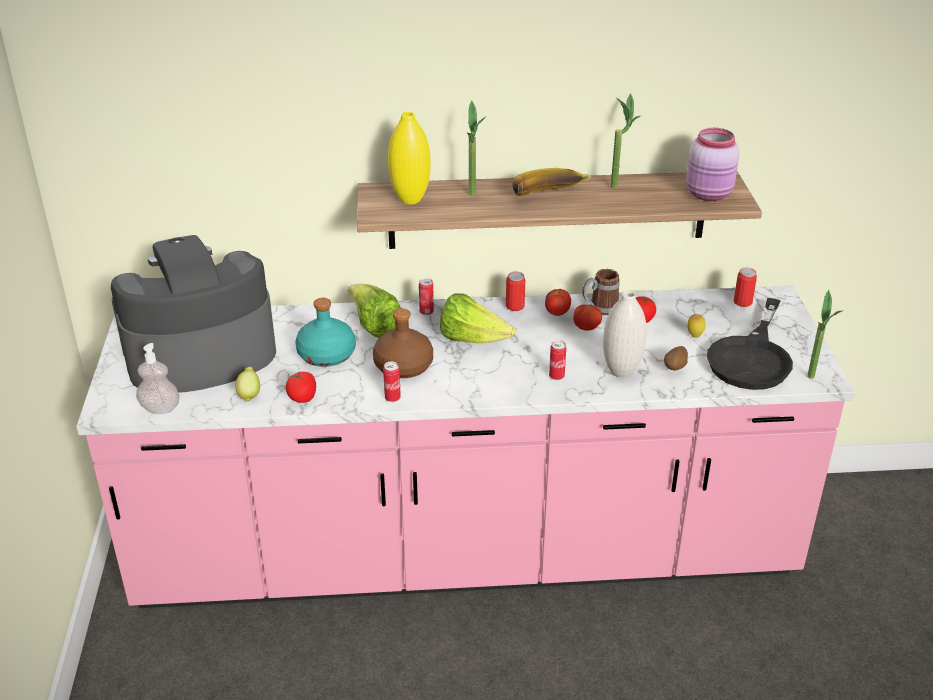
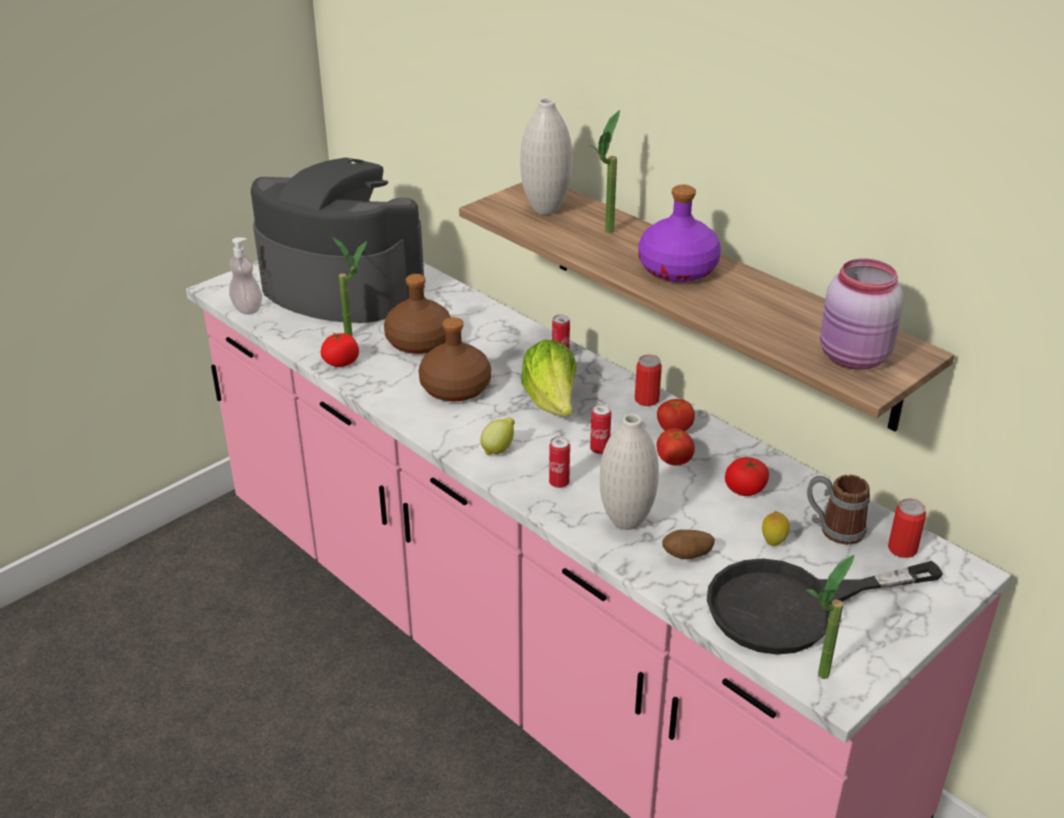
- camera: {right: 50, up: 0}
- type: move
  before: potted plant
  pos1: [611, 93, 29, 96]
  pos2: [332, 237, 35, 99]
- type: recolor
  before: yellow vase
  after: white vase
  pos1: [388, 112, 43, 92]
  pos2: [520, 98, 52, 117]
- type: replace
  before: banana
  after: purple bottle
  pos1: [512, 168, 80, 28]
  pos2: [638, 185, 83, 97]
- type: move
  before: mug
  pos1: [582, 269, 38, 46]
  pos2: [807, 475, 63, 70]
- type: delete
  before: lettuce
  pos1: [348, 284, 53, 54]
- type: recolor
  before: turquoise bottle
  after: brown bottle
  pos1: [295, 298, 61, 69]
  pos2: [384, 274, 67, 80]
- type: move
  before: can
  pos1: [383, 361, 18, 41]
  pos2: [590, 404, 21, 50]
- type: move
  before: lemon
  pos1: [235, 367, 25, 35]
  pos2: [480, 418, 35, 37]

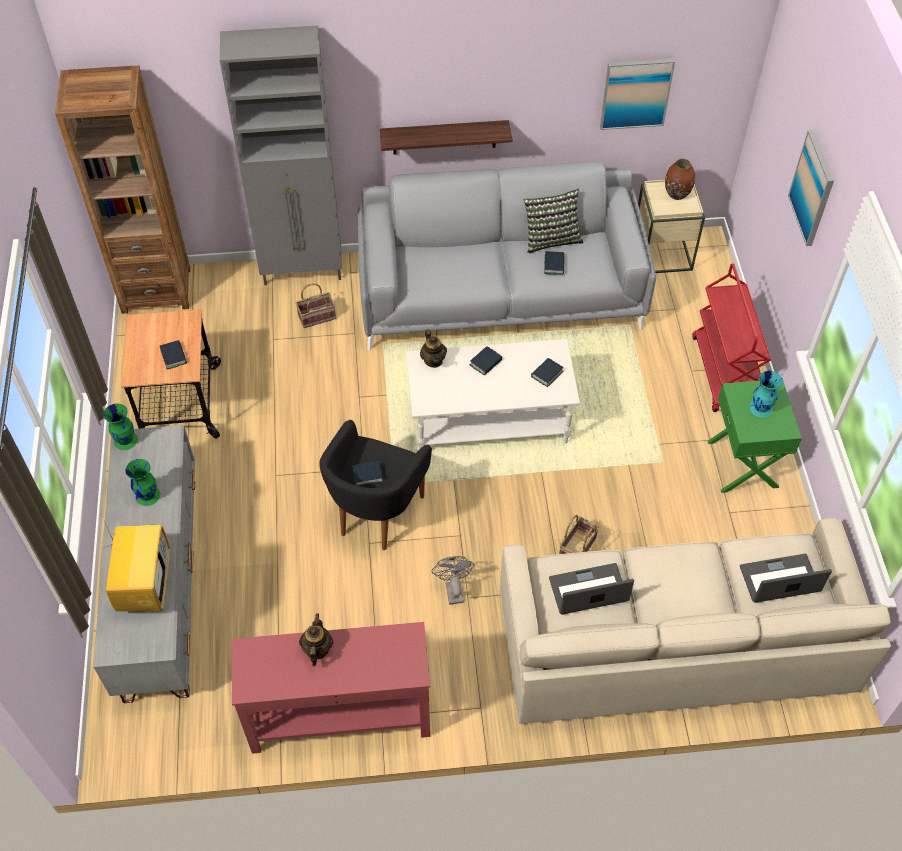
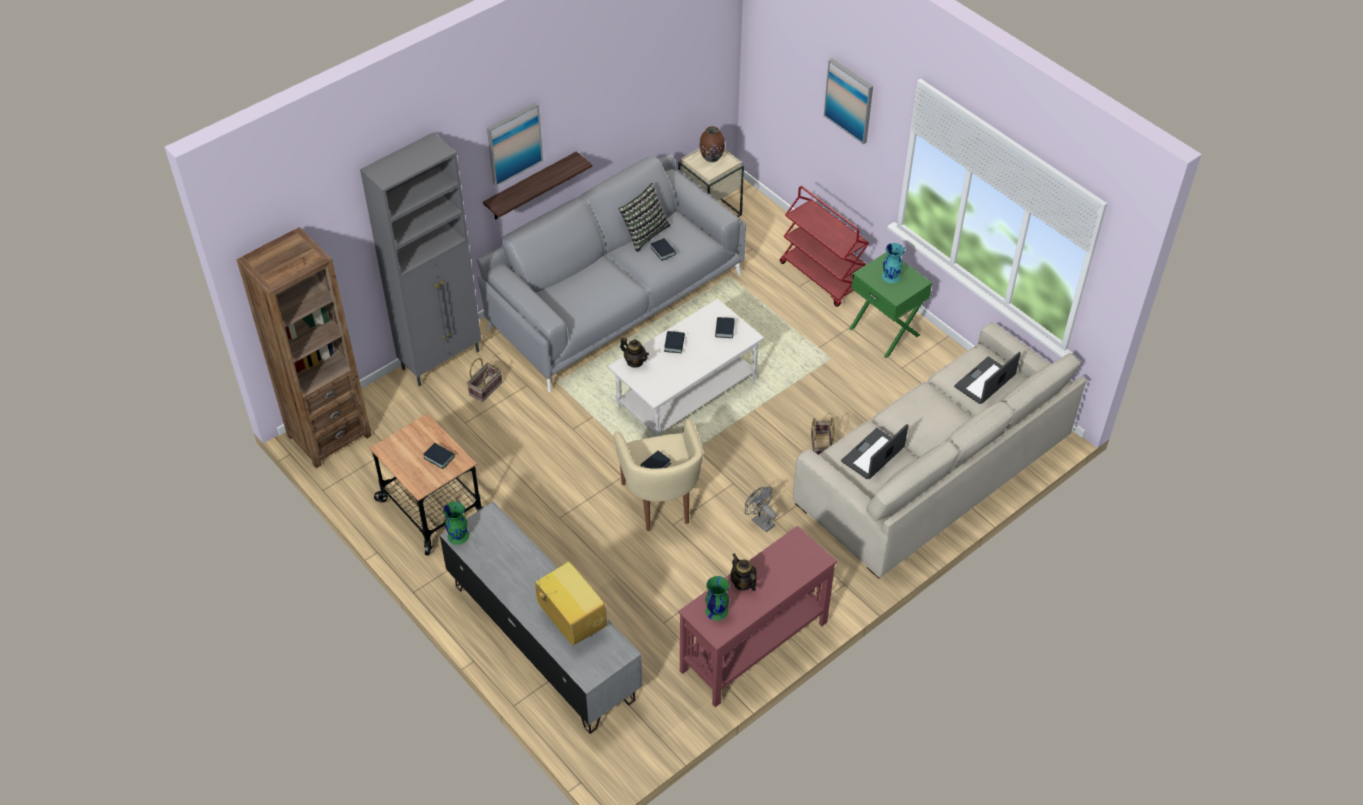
- camera: {right: -35, up: -5}
- type: move
  before: picture
  pos1: [600, 59, 75, 71]
  pos2: [487, 103, 56, 84]
- type: recolor
  before: black armchair
  after: beige armchair
  pos1: [319, 420, 113, 130]
  pos2: [614, 419, 89, 112]
- type: move
  before: green vase
  pos1: [125, 459, 35, 47]
  pos2: [706, 576, 23, 45]

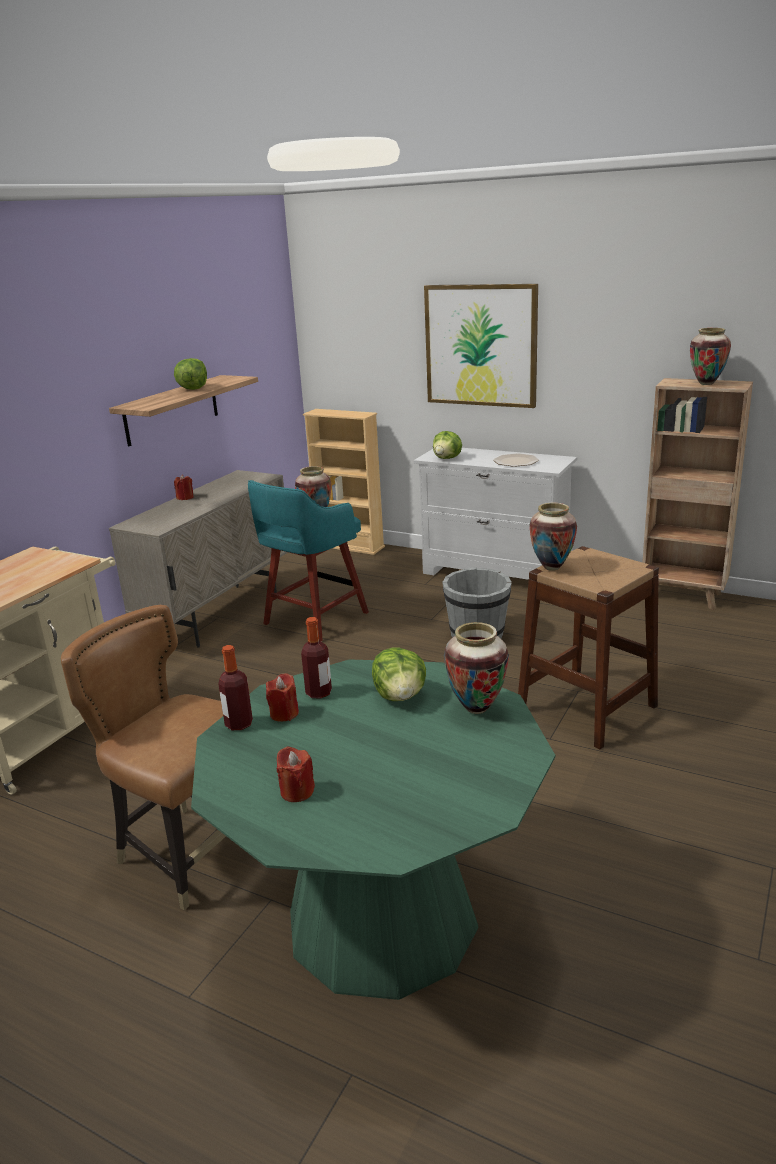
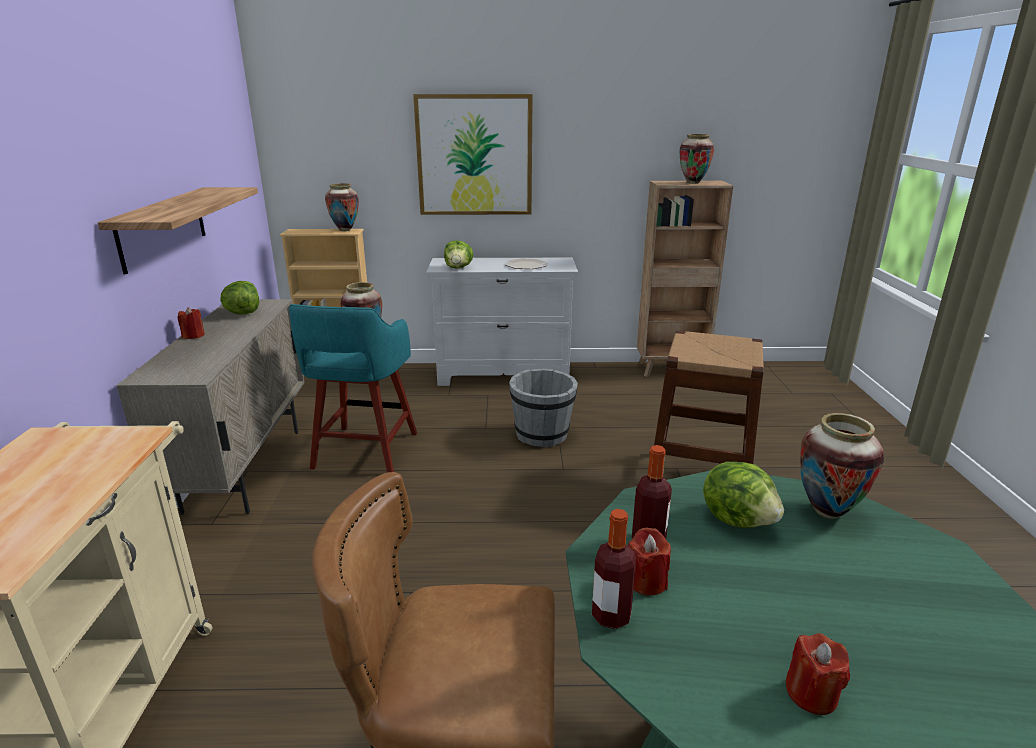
- camera: {right: -30, up: 0}
- type: move
  before: lettuce
  pos1: [174, 358, 33, 32]
  pos2: [220, 281, 39, 33]
- type: move
  before: vase
  pos1: [529, 503, 48, 68]
  pos2: [325, 183, 34, 48]

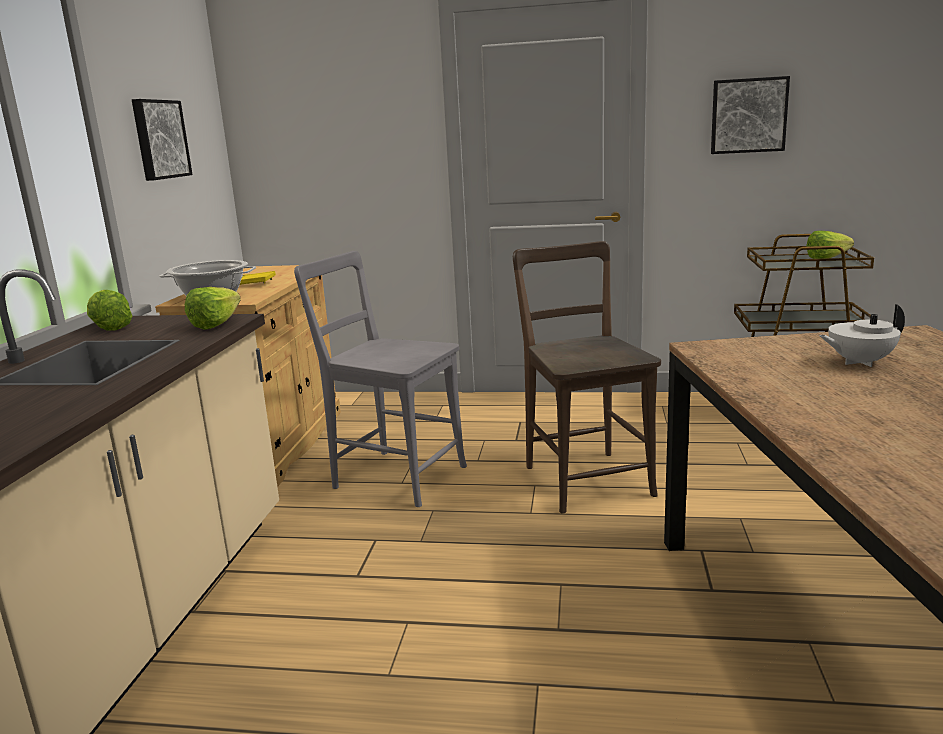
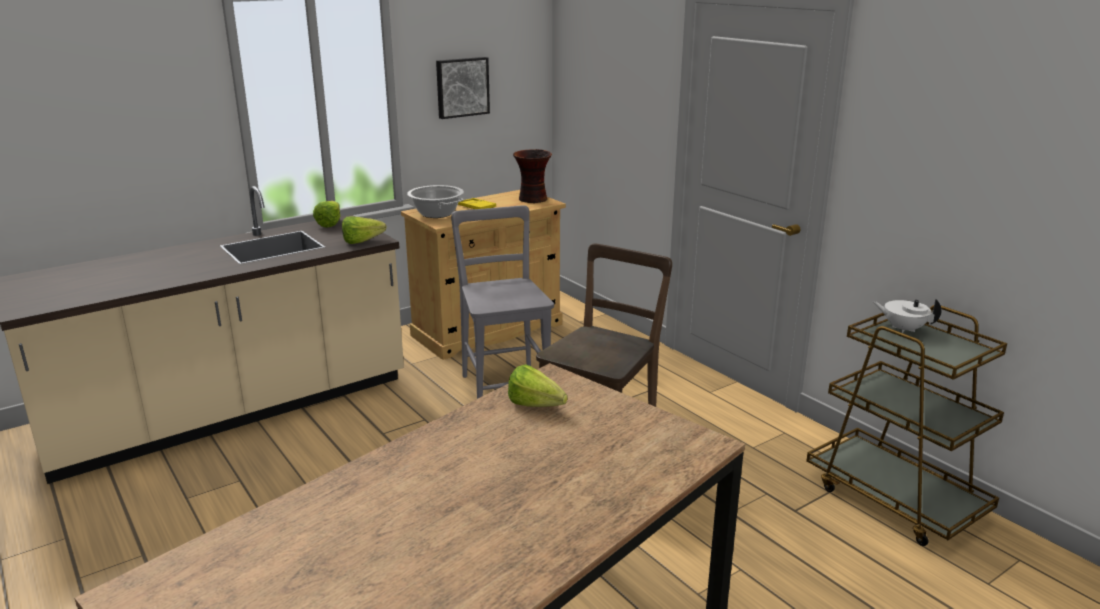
- camera: {right: 45, up: 5}
- type: delete
  before: picture
  pos1: [711, 76, 79, 78]
- type: move
  before: lettuce
  pos1: [807, 231, 47, 28]
  pos2: [508, 364, 59, 43]
- type: move
  before: white teapot
  pos1: [819, 304, 86, 63]
  pos2: [872, 299, 70, 34]
- type: insert
  after: vase
  pos2: [513, 149, 39, 54]

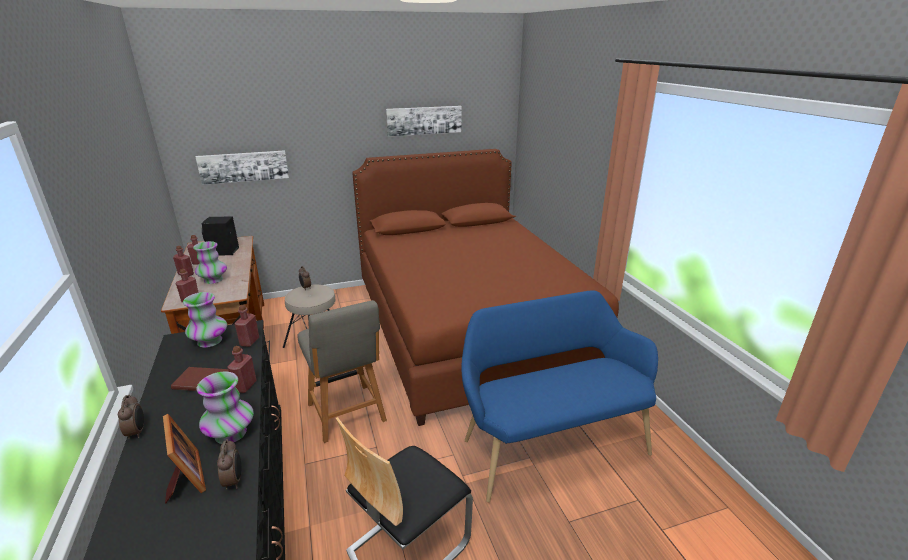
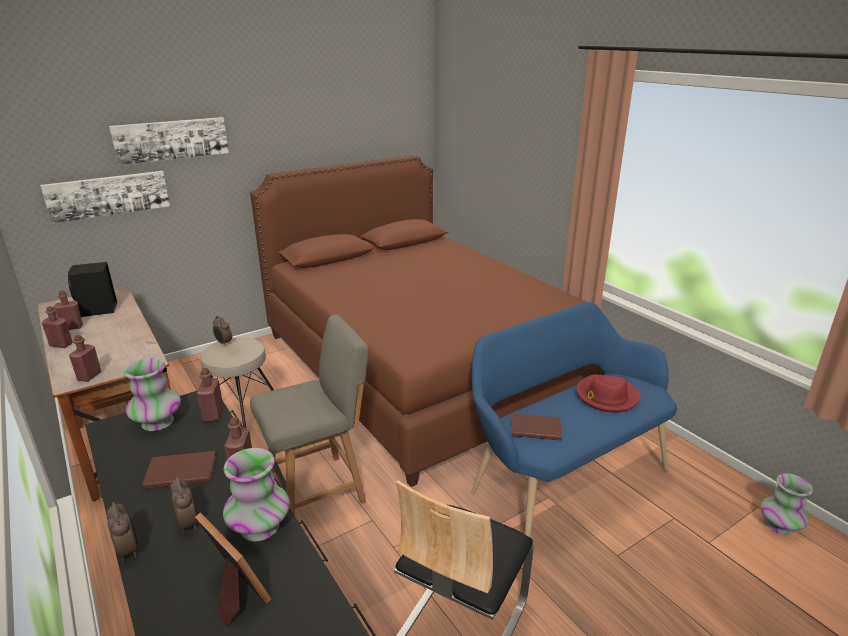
- camera: {right: -15, up: 0}
- type: move
  before: picture
  pos1: [386, 106, 76, 30]
  pos2: [109, 117, 120, 48]
- type: move
  before: vase
  pos1: [193, 241, 34, 43]
  pos2: [760, 473, 53, 62]
- type: rotate
  before: grey chair
  pos1: [297, 300, 90, 143]
  pos2: [250, 315, 119, 201]
  turn: -75
- type: move
  before: alarm clock
  pos1: [217, 439, 24, 51]
  pos2: [170, 477, 28, 56]
- type: insert
  after: red hat
  pos2: [576, 374, 65, 38]
- type: insert
  after: brown book
  pos2: [512, 413, 50, 28]

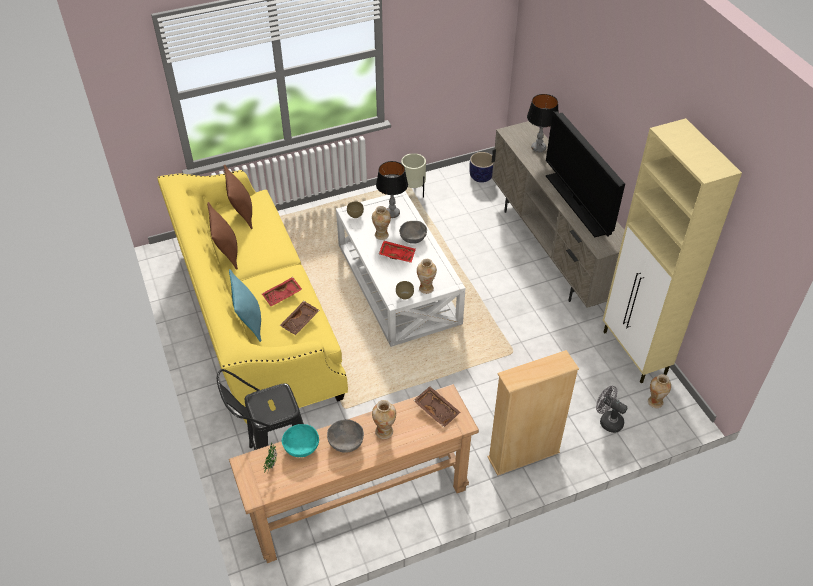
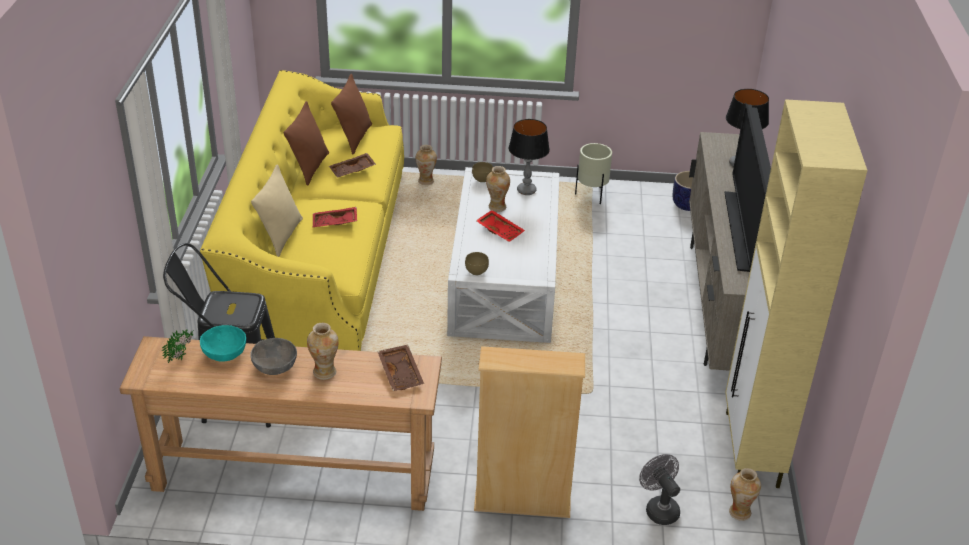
- camera: {right: 25, up: -10}
- type: delete
  before: grey bowl
  pos1: [399, 221, 28, 23]
- type: move
  before: vase
  pos1: [417, 259, 20, 35]
  pos2: [416, 145, 21, 40]
- type: recolor
  before: turquoise pillow
  after: beige pillow
  pos1: [229, 270, 32, 72]
  pos2: [251, 164, 52, 93]
- type: move
  before: brown tray
  pos1: [279, 301, 40, 34]
  pos2: [329, 153, 47, 25]

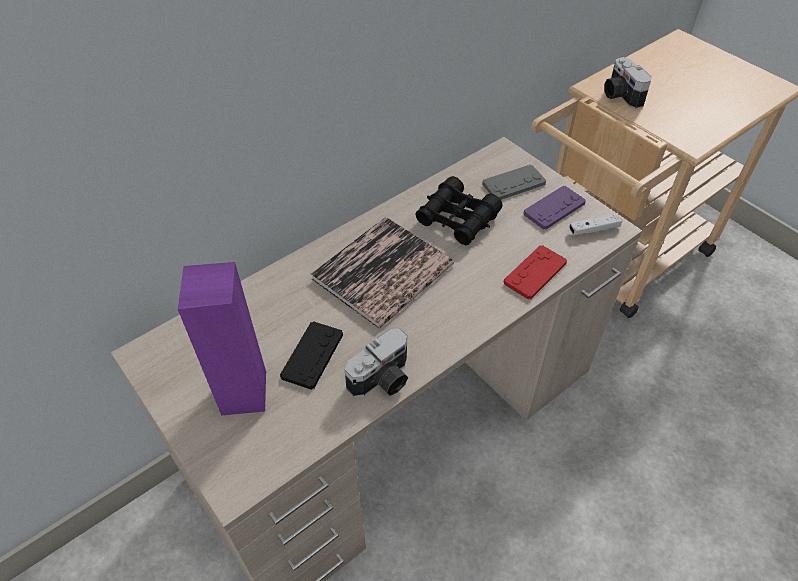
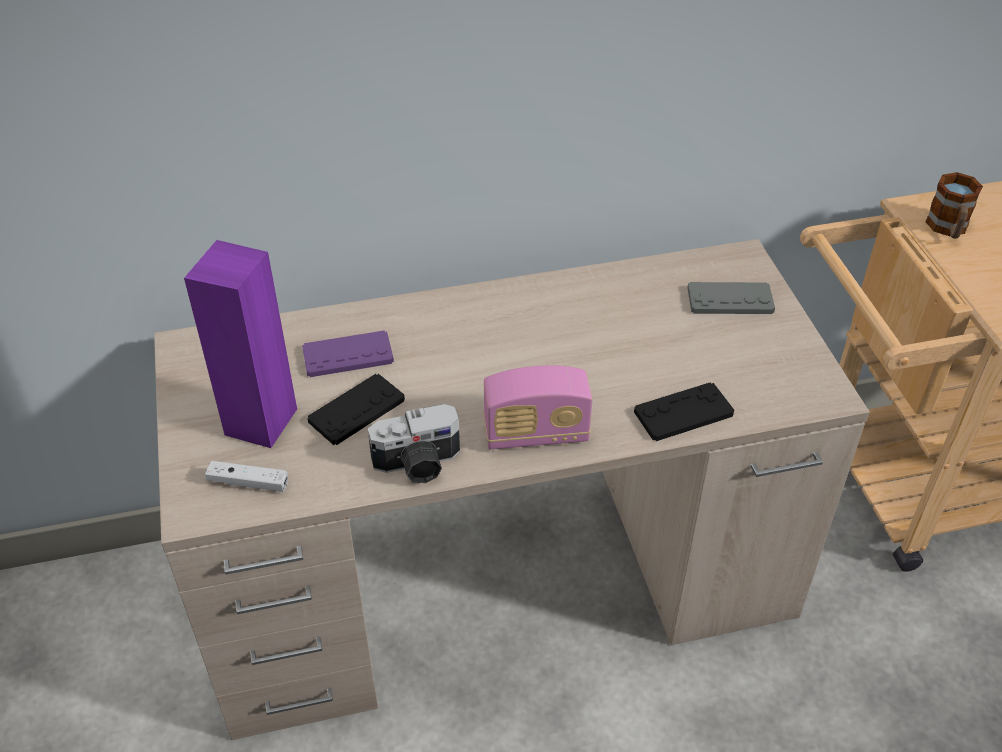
- camera: {right: 25, up: -5}
- type: replace
  before: photo camera
  after: mug
  pos1: [604, 57, 48, 52]
  pos2: [925, 172, 58, 67]
- type: delete
  before: black binoculars
  pos1: [415, 176, 88, 69]
- type: move
  before: purple game controller
  pos1: [523, 186, 63, 44]
  pos2: [302, 330, 92, 47]
- type: move
  before: white game controller
  pos1: [569, 213, 53, 22]
  pos2: [205, 461, 83, 31]
- type: delete
  before: book
  pos1: [311, 217, 143, 112]
- type: recolor
  before: red game controller
  after: black game controller
  pos1: [503, 245, 64, 55]
  pos2: [634, 382, 100, 59]
- type: insert
  after: radio
  pos2: [484, 365, 108, 85]

